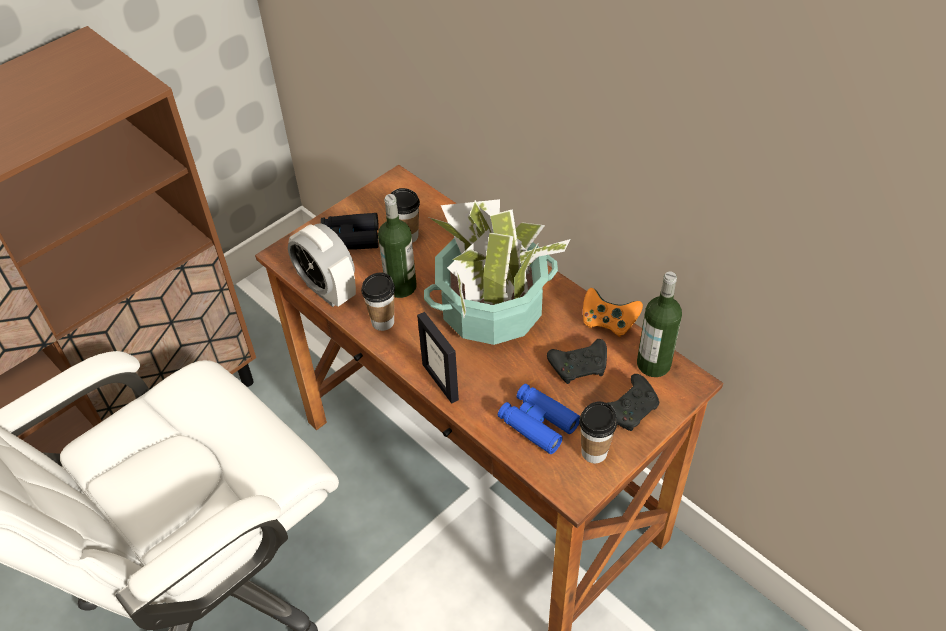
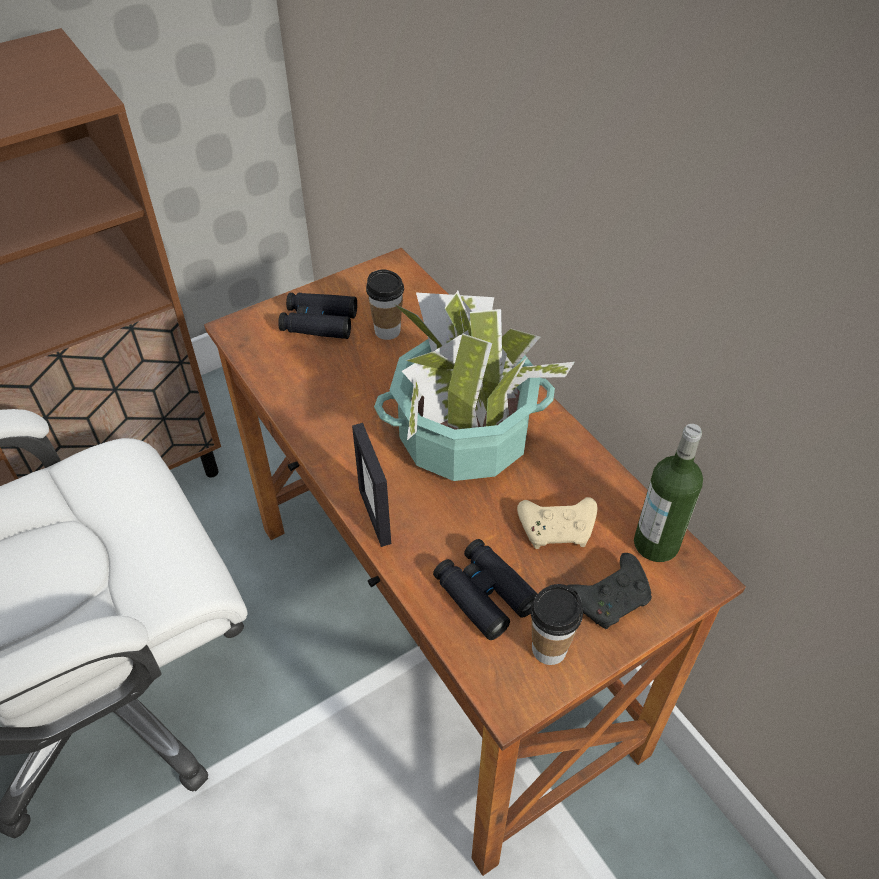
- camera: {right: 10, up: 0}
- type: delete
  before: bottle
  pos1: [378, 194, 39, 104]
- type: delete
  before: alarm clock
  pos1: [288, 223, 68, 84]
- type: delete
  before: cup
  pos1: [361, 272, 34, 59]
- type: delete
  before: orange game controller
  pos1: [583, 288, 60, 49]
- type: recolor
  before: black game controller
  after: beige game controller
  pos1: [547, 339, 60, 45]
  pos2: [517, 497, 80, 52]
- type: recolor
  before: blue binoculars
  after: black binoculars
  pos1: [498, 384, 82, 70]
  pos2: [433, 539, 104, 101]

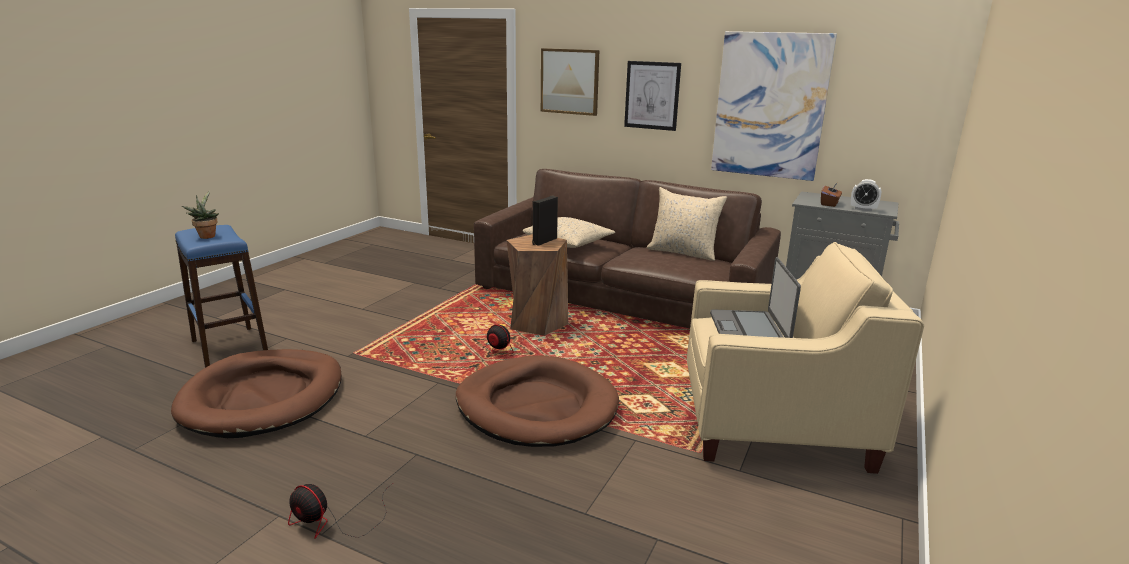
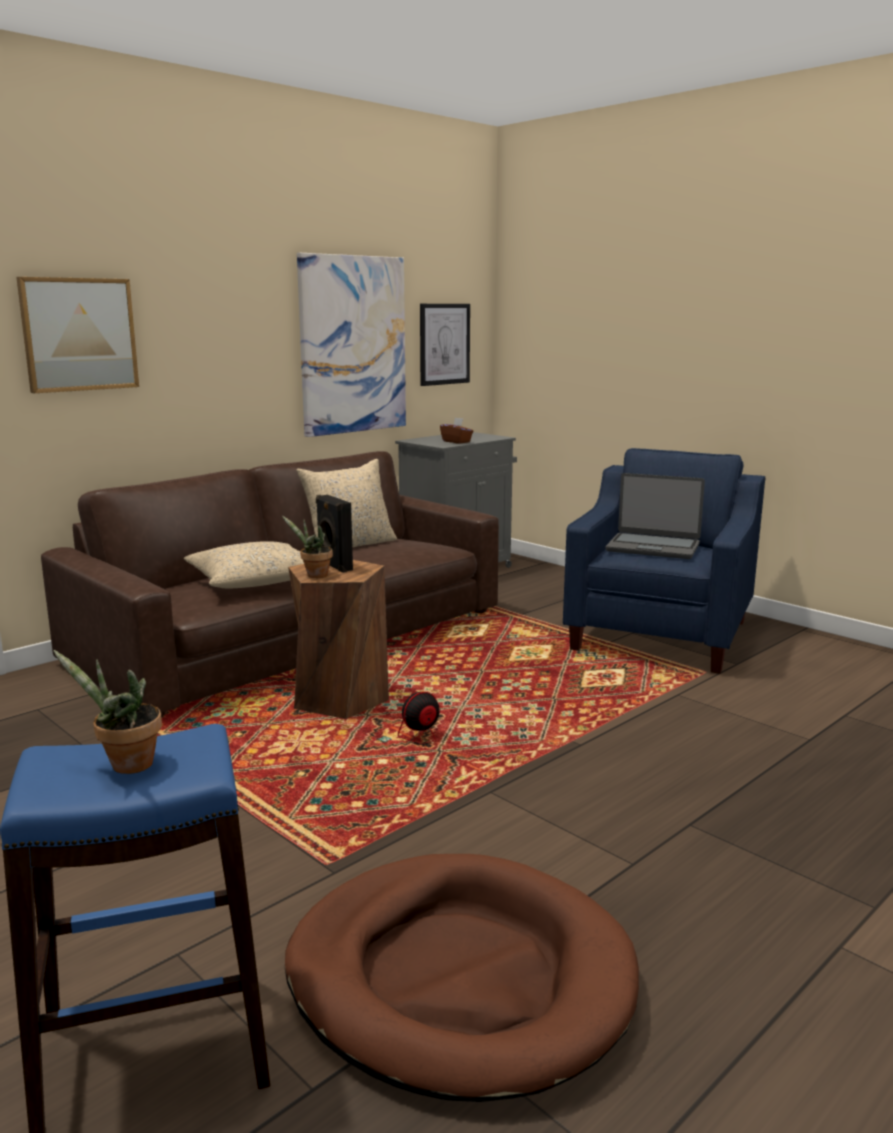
- camera: {right: -70, up: -5}
- type: move
  before: picture
  pos1: [624, 61, 57, 70]
  pos2: [420, 304, 50, 82]
- type: delete
  before: alarm clock
  pos1: [851, 179, 30, 32]
- type: recolor
  before: beige armchair
  after: blue armchair
  pos1: [687, 242, 237, 232]
  pos2: [563, 448, 202, 226]
- type: delete
  before: brown dog bed
  pos1: [456, 355, 163, 92]
- type: delete
  before: fan
  pos1: [288, 483, 105, 56]
- type: insert
  after: potted plant
  pos2: [282, 516, 51, 62]

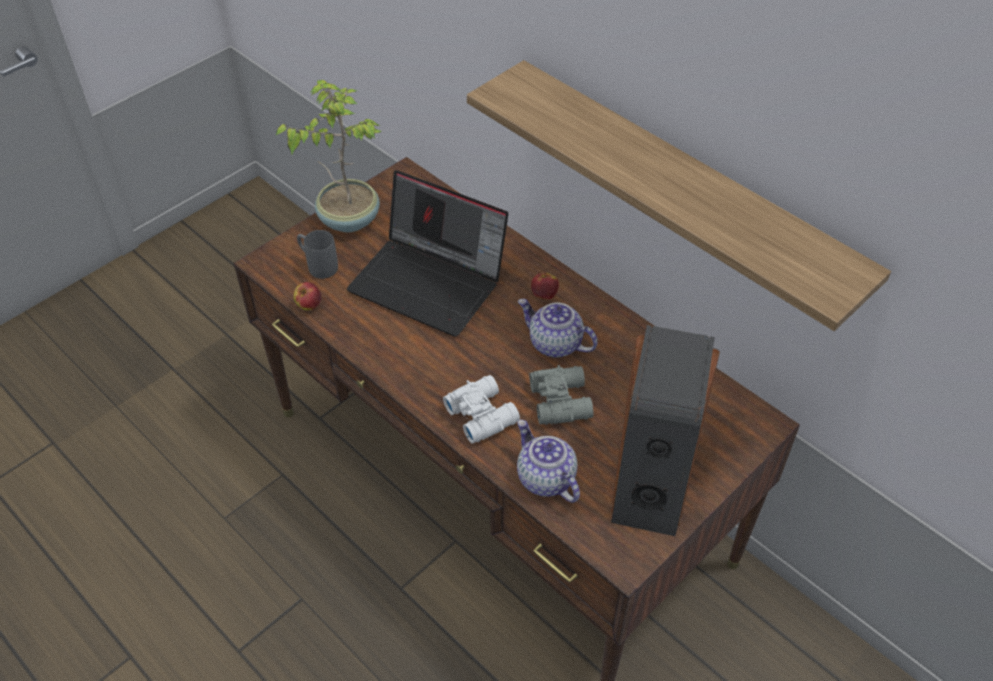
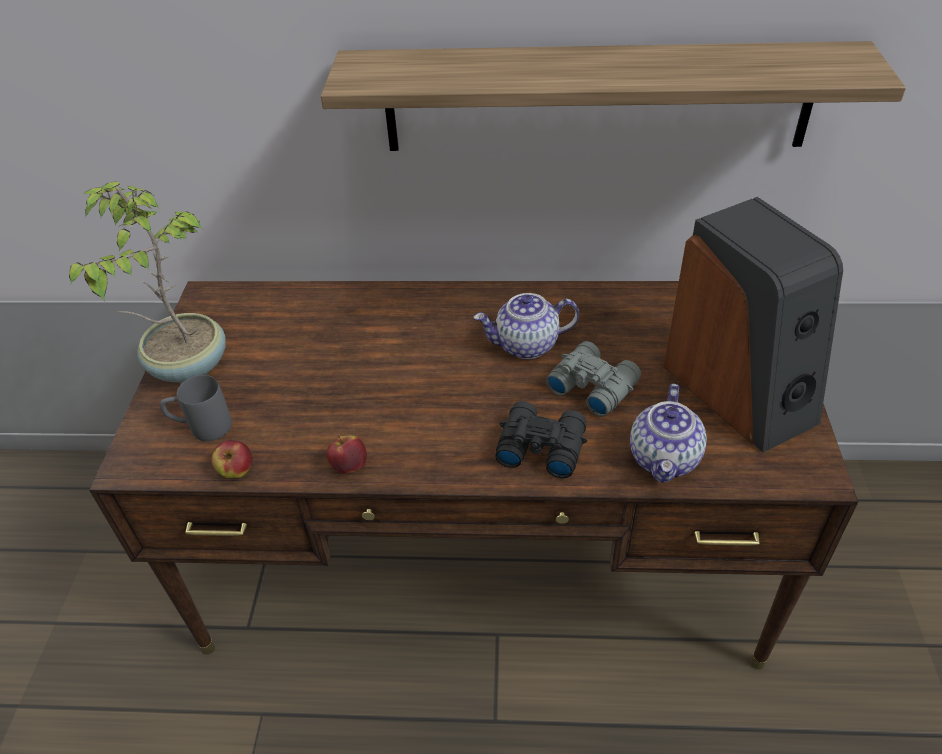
- camera: {right: -40, up: -5}
- type: delete
  before: laptop
  pos1: [347, 170, 161, 167]
- type: move
  before: apple
  pos1: [531, 271, 28, 29]
  pos2: [327, 435, 40, 39]
- type: recolor
  before: white binoculars
  after: black binoculars
  pos1: [443, 375, 77, 69]
  pos2: [495, 401, 92, 77]
- type: rotate
  before: teapot
  pos1: [517, 420, 63, 83]
  pos2: [630, 384, 77, 99]
  turn: -90

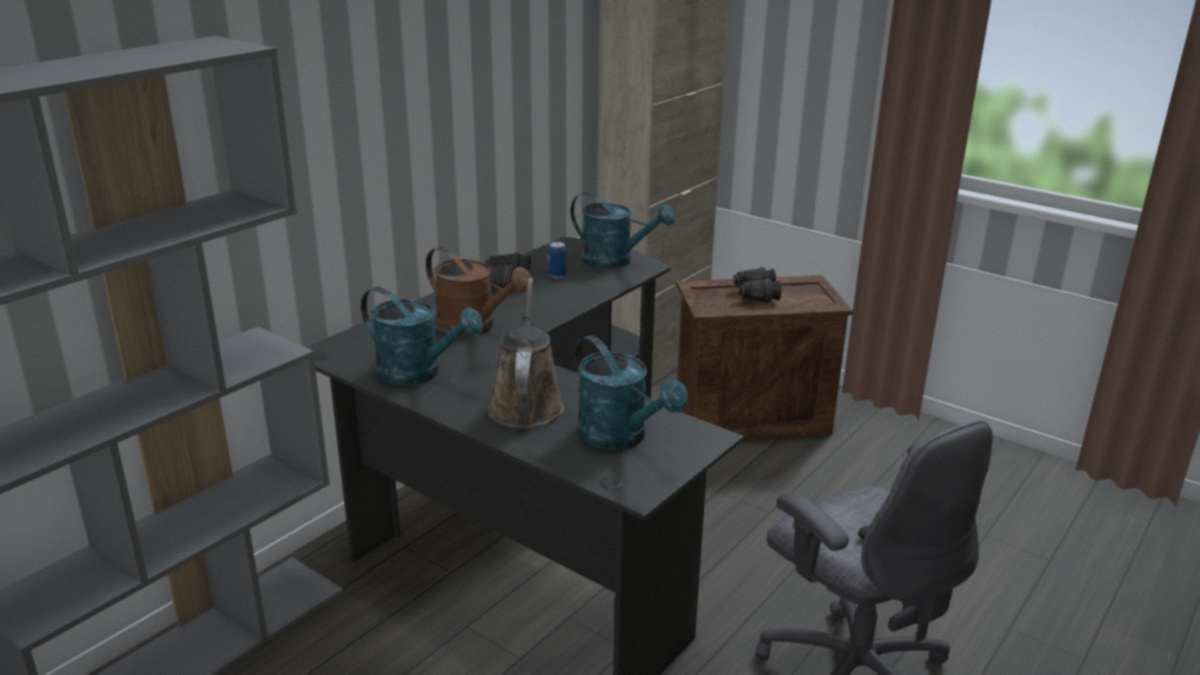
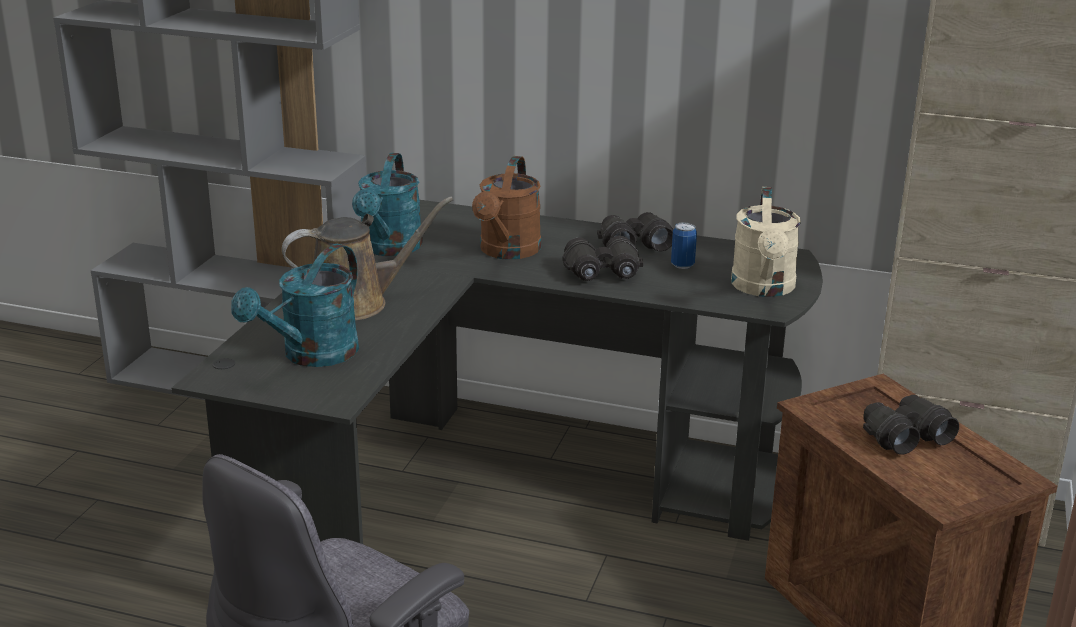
- camera: {right: 70, up: 0}
- type: recolor
  before: turquoise watering can
  after: beige watering can
  pos1: [571, 192, 104, 77]
  pos2: [731, 187, 70, 110]
- type: insert
  after: black binoculars
  pos2: [563, 236, 80, 45]

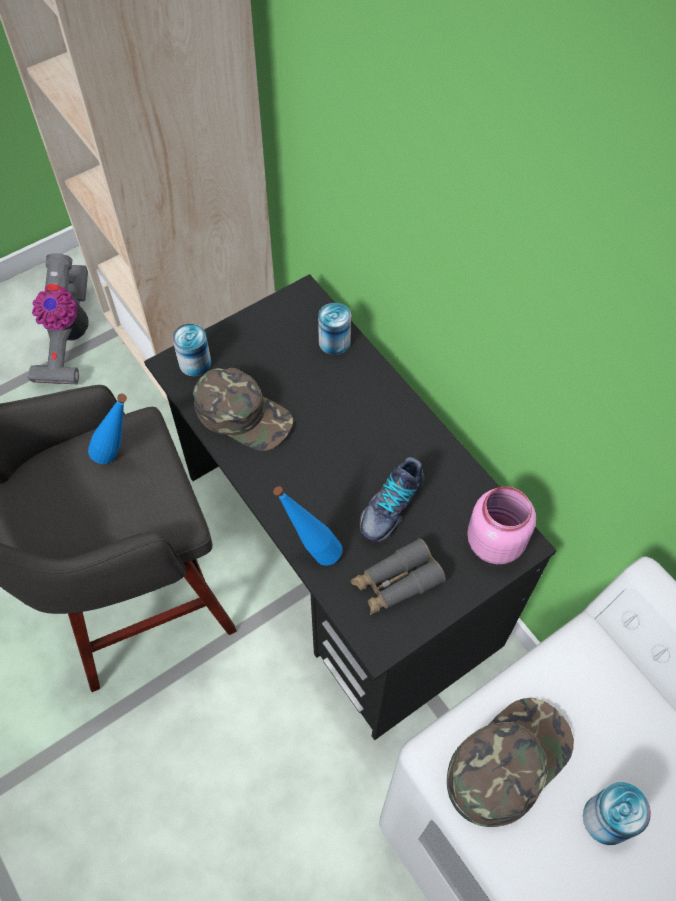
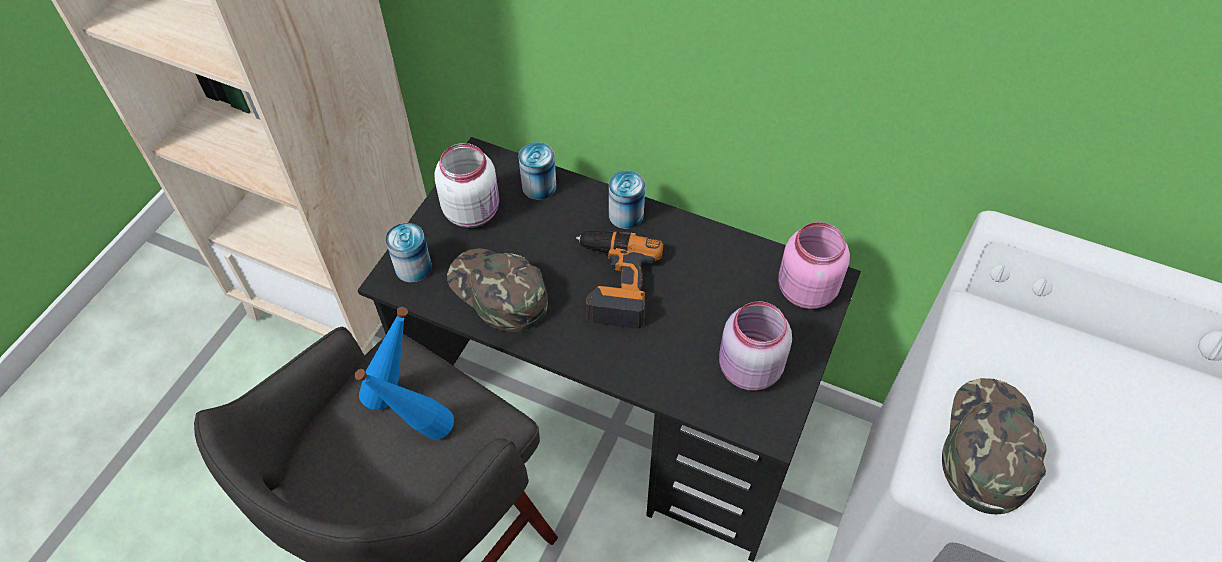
- camera: {right: -30, up: -5}
- type: delete
  before: vacuum cleaner
  pos1: [27, 253, 62, 131]
- type: rotate
  before: green cap
  pos1: [193, 368, 100, 83]
  pos2: [447, 248, 101, 84]
  turn: -135
- type: delete
  before: shoe
  pos1: [360, 457, 65, 86]
- type: move
  before: blue bottle
  pos1: [273, 486, 70, 80]
  pos2: [355, 369, 99, 71]
- type: replace
  before: grey binoculars
  after: pink jar
  pos1: [351, 538, 95, 77]
  pos2: [719, 301, 73, 90]
- type: move
  before: can
  pos1: [583, 782, 68, 63]
  pos2: [609, 171, 36, 58]
- type: insert
  after: white jar
  pos2: [435, 143, 64, 85]
- type: insert
  after: power drill
  pos2: [576, 231, 87, 98]

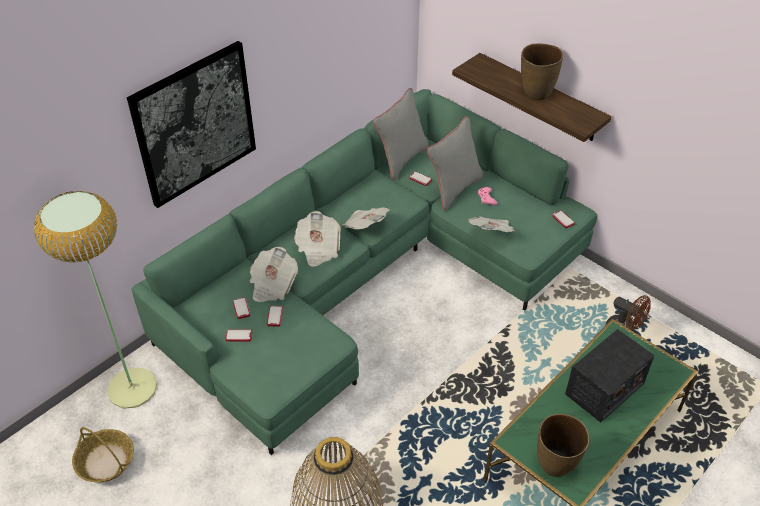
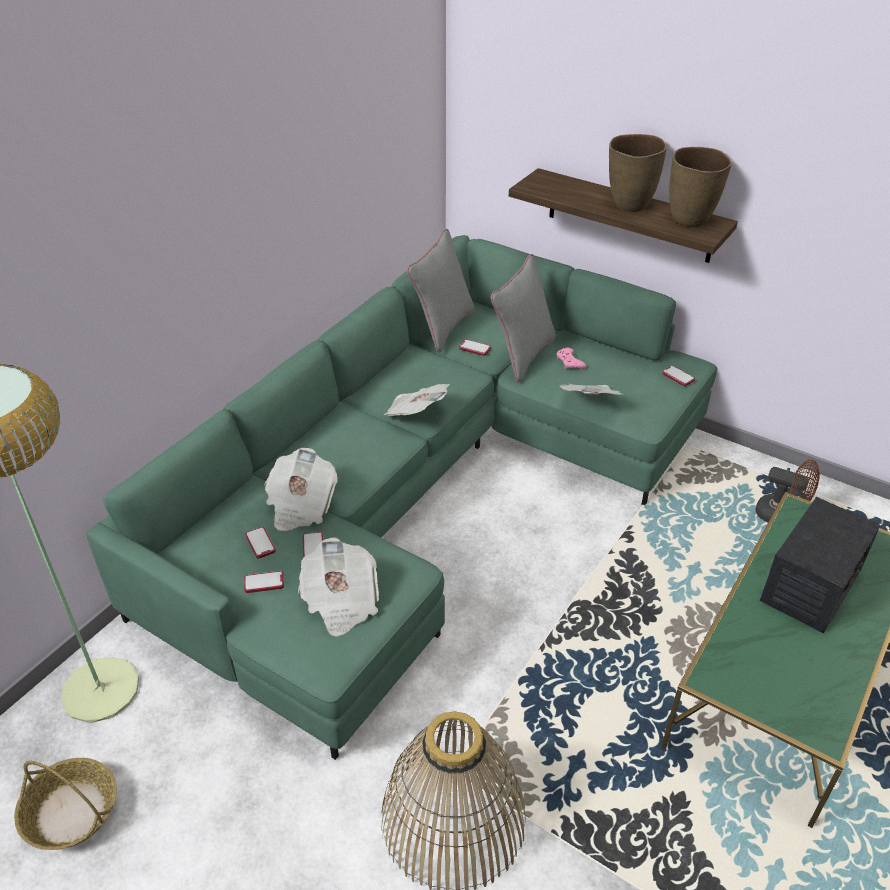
- camera: {right: -10, up: -5}
- type: delete
  before: picture
  pos1: [127, 41, 129, 167]
- type: move
  before: newspaper
  pos1: [294, 211, 47, 56]
  pos2: [298, 538, 81, 99]
- type: move
  before: brown vase
  pos1: [537, 414, 52, 63]
  pos2: [669, 147, 63, 80]

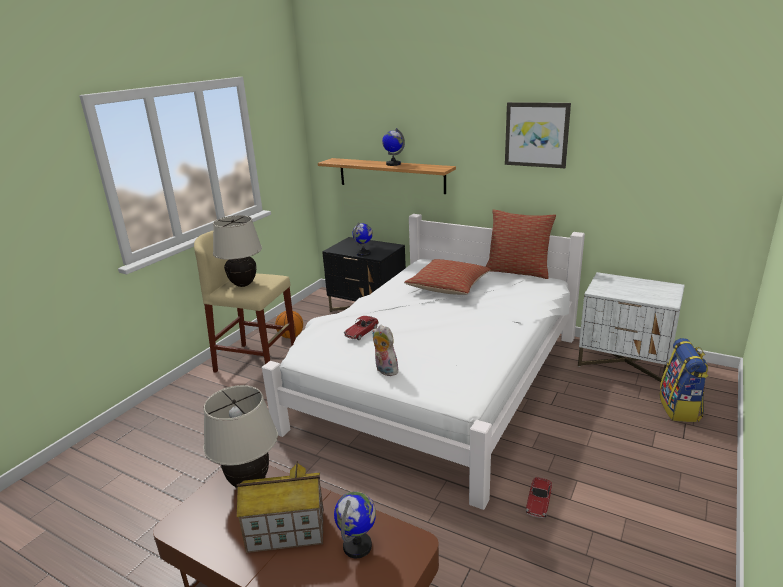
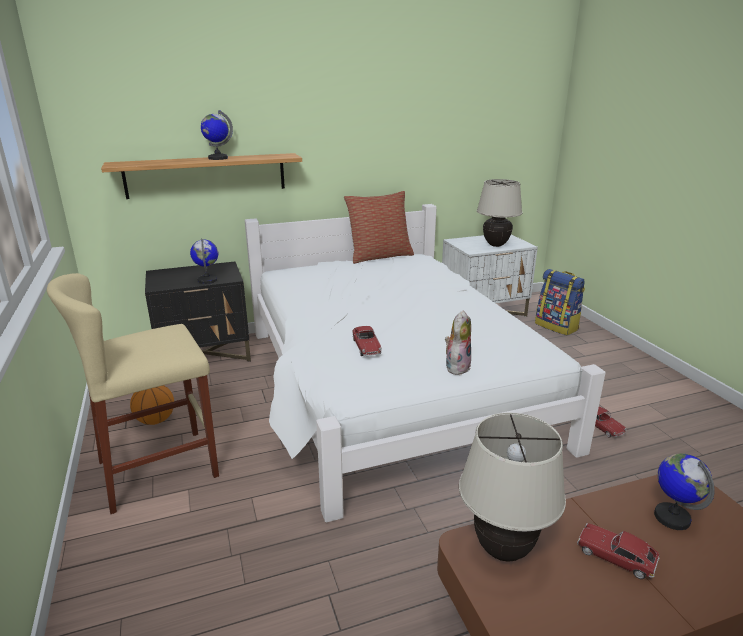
- camera: {right: -50, up: 0}
- type: delete
  before: picture
  pos1: [505, 102, 66, 66]
- type: move
  before: beige table lamp
  pos1: [213, 215, 49, 72]
  pos2: [477, 179, 45, 68]
- type: delete
  before: pillow
  pos1: [404, 259, 87, 36]
- type: rotate
  before: plush toy
  pos1: [372, 325, 26, 51]
  pos2: [445, 310, 26, 65]
  turn: 120
- type: replace
  before: toy house
  after: toy car
  pos1: [237, 461, 87, 92]
  pos2: [577, 523, 83, 56]

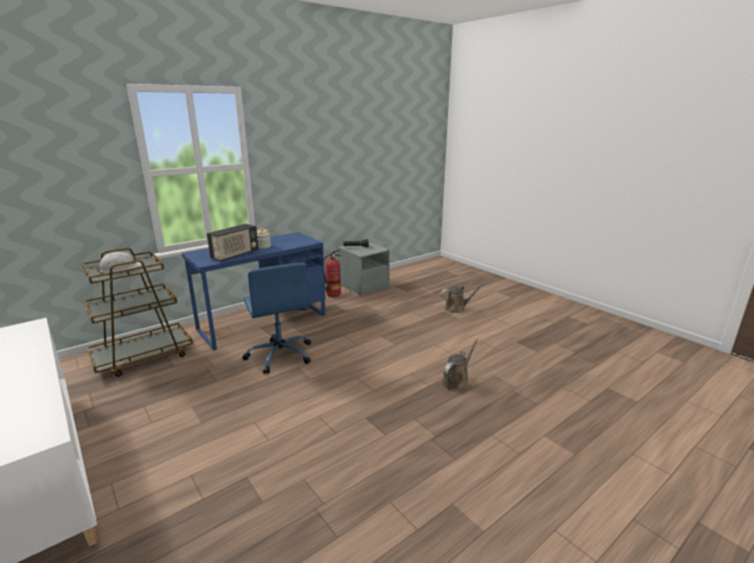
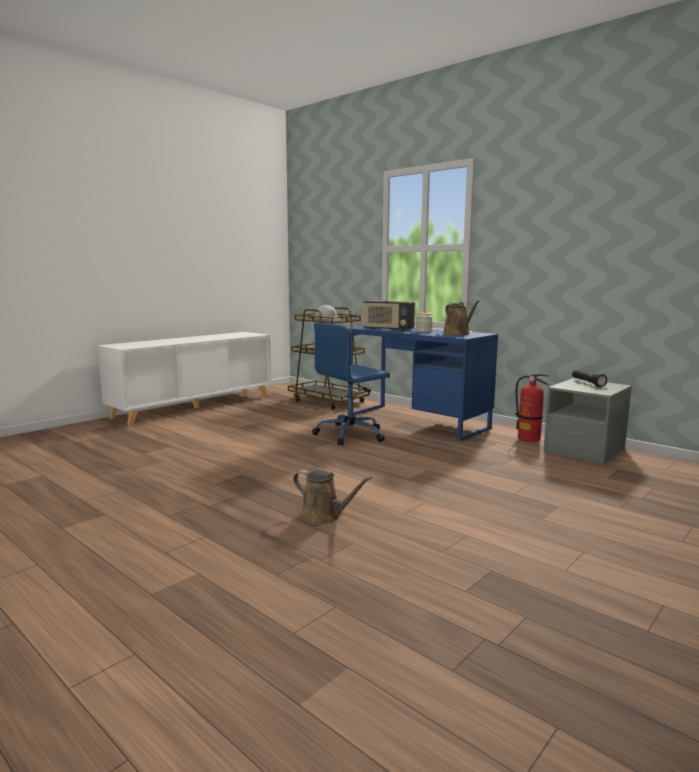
- camera: {right: 80, up: -10}
- type: move
  before: brown watering can
  pos1: [441, 283, 43, 30]
  pos2: [443, 301, 36, 34]

